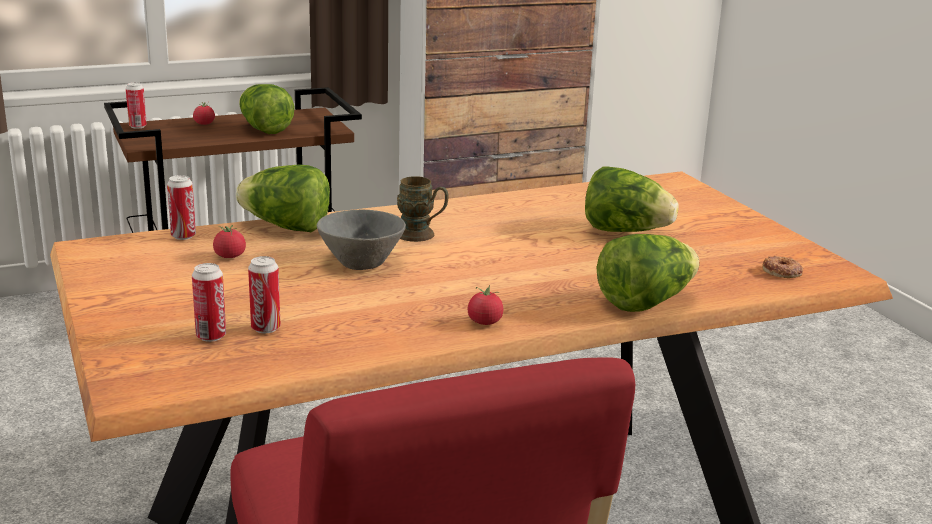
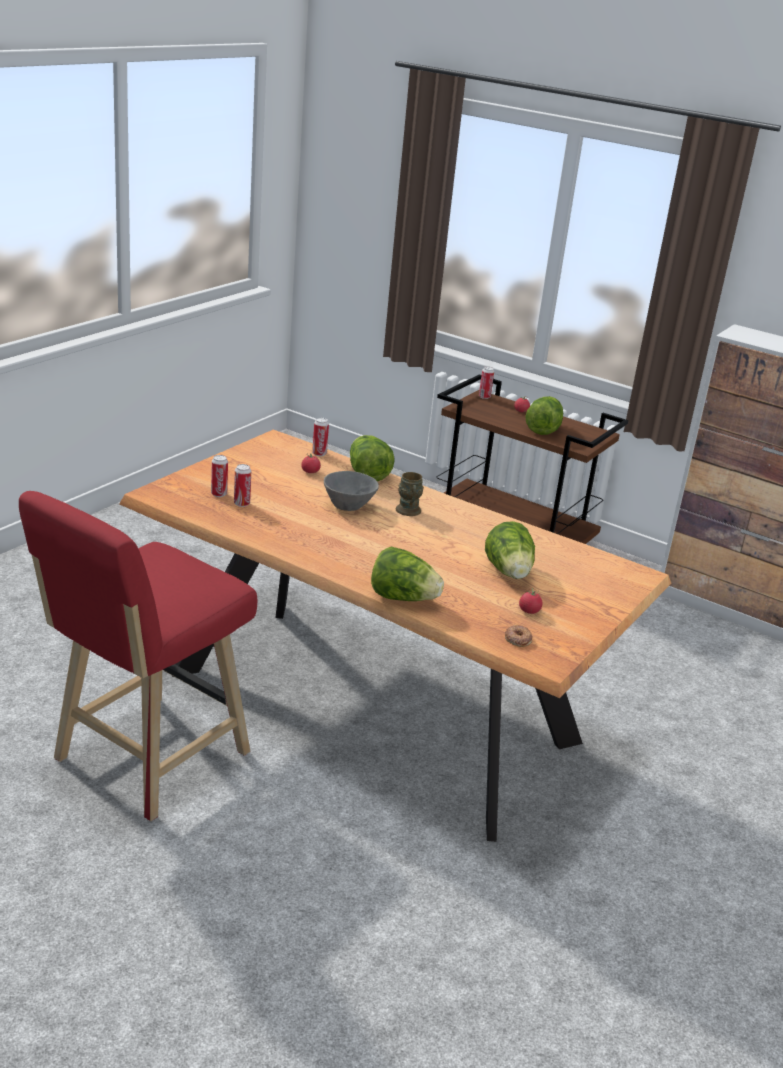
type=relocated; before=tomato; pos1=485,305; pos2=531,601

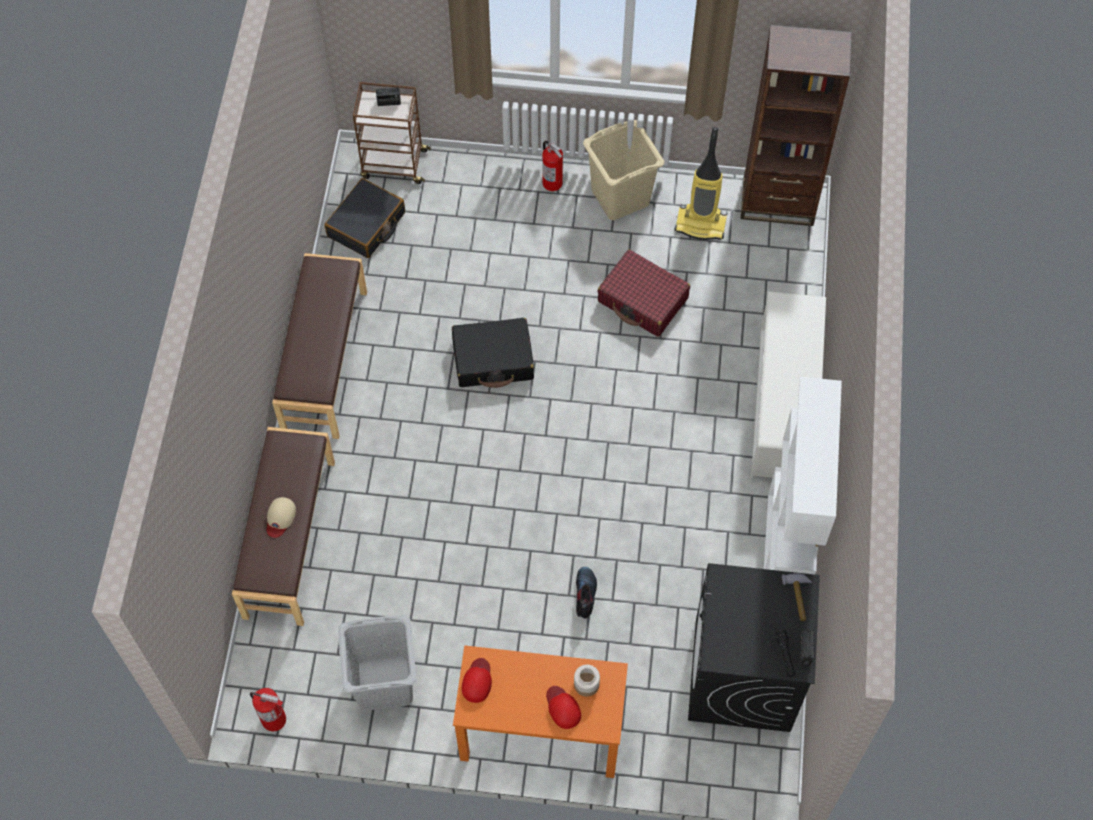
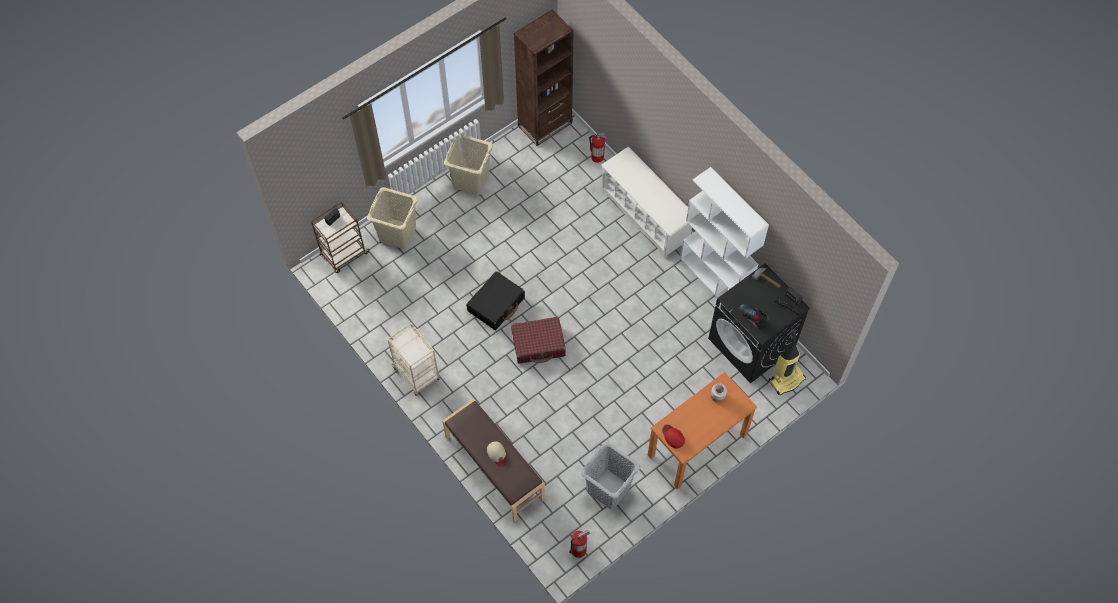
type=appeared; after=beige laundry basket; pos2=392,218
type=exchanged; before=brown bench; after=beige cart; pos1=319,346; pos2=414,359
type=relocated; before=red suitcase; pos1=643,293; pos2=538,340
type=relocated; before=fire extinguisher; pos1=553,166; pos2=598,148
type=relocated; before=boot; pos1=586,593; pos2=755,317
type=relocated; before=vacuum cleaner; pos1=700,183; pos2=787,362
type=missing; before=black suitcase; pos1=364,218
type=missing; before=red cap; pos1=563,707

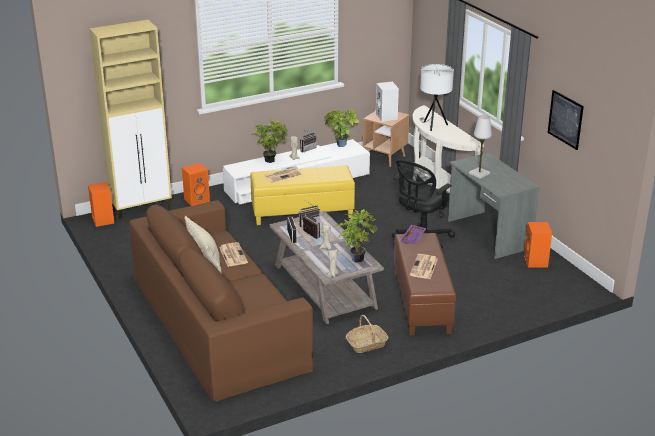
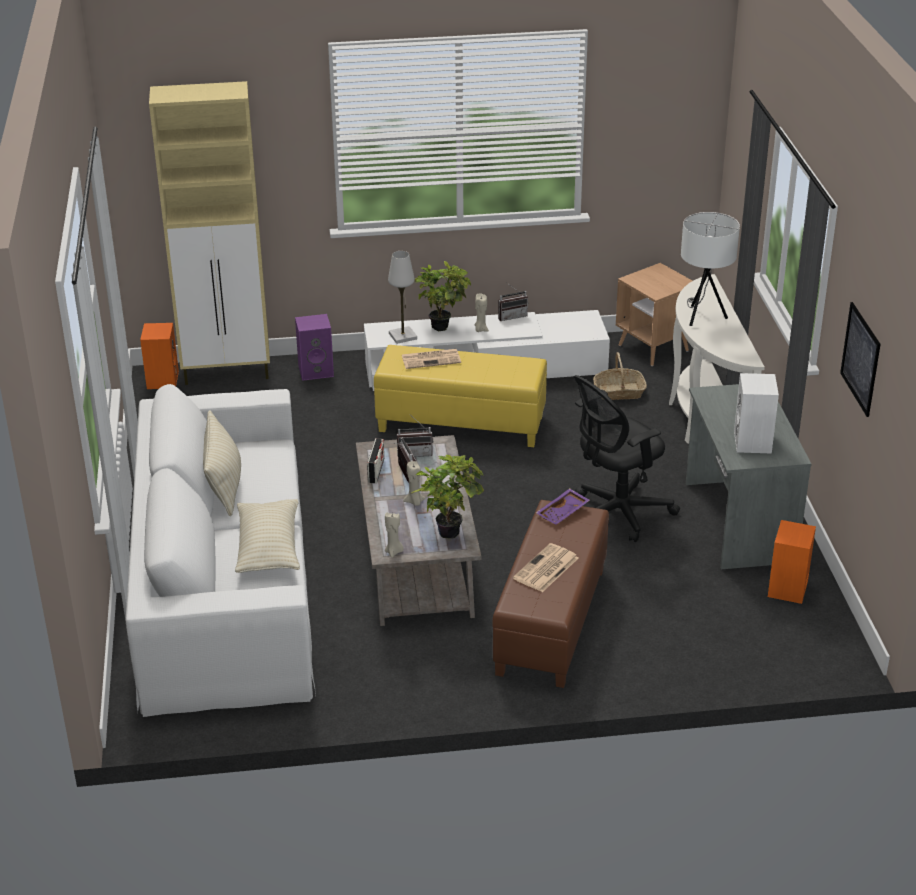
type=colour; before=brown sofa; after=white sofa; pos1=221,301; pos2=221,550
type=appeared; after=beige pillow; pos2=267,536
type=colour; before=orange speaker; after=purple speaker; pos1=196,184; pos2=314,347
type=relocated; before=white table lamp; pos1=480,147; pos2=402,297
type=relocated; before=basket; pos1=367,334; pos2=620,376
type=relocated; before=white speaker; pos1=387,102; pos2=756,413
type=missing; before=newspaper; pos1=233,254
type=missing; before=potted plant; pos1=341,128

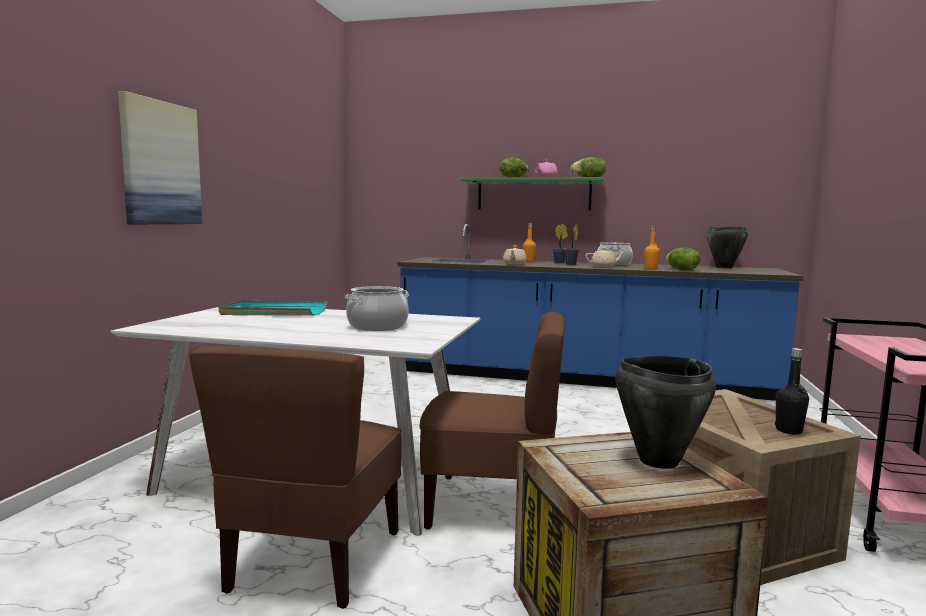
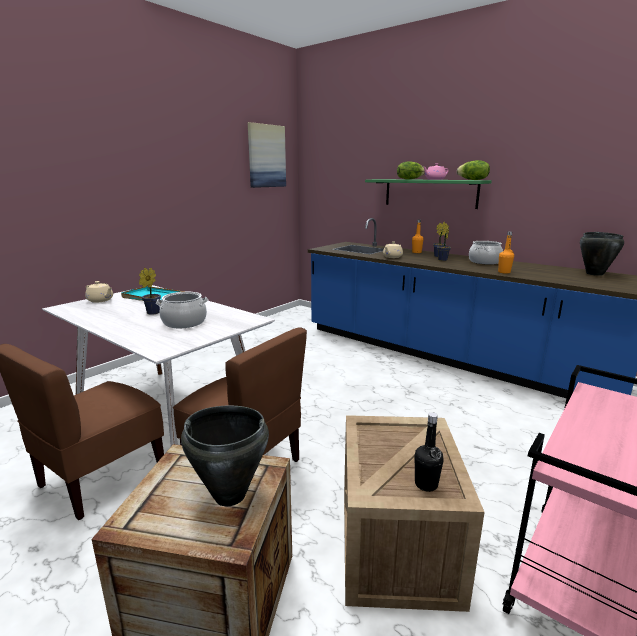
type=relocated; before=beige teapot; pos1=605,257; pos2=99,292
type=appeared; after=potted plant; pos2=150,291
type=relocated; before=picture; pos1=160,157; pos2=267,155
type=missing; before=lettuce; pos1=683,259

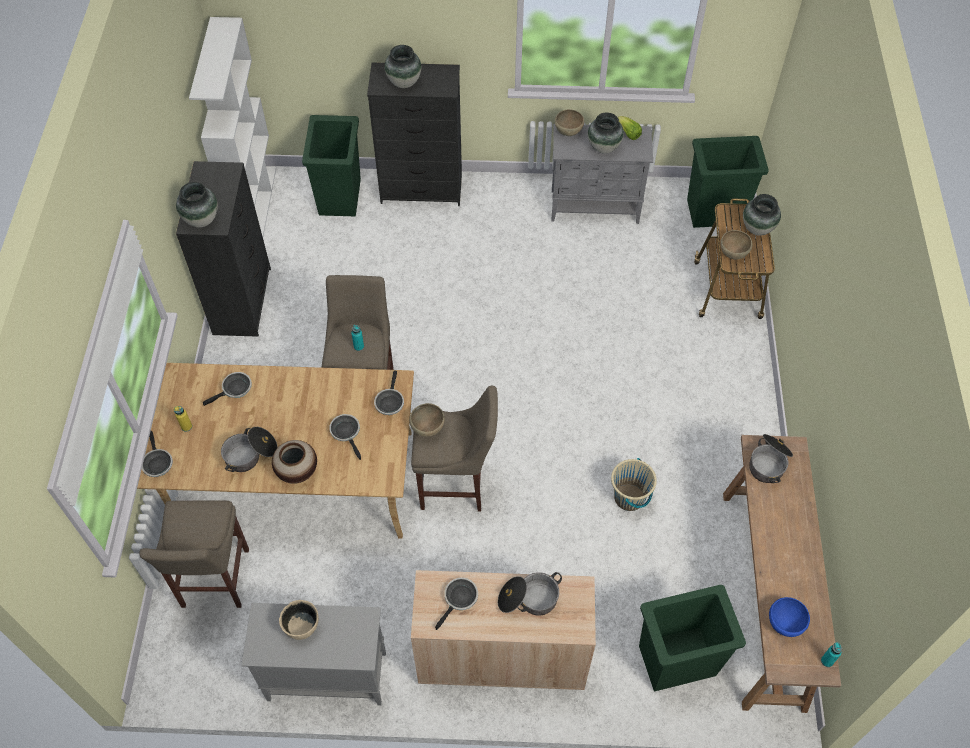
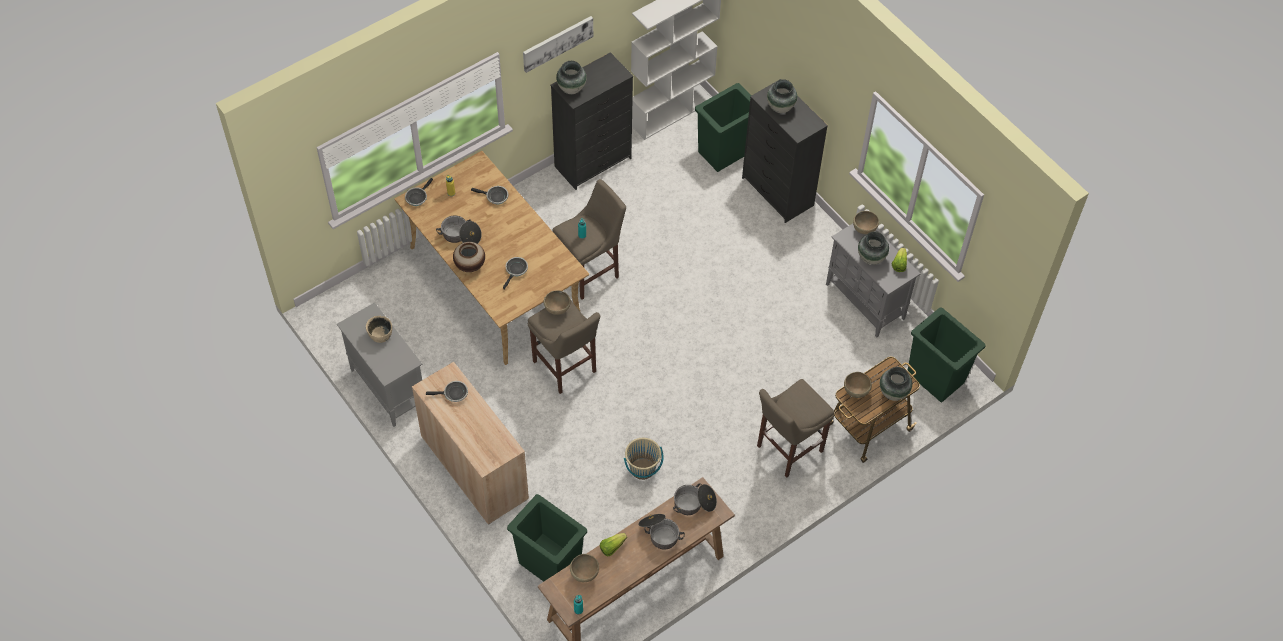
type=appeared; after=picture; pos2=558,44
type=colour; before=blue bowl; after=brown bowl; pos1=789,617; pos2=584,568
type=appeared; after=lettuce; pos2=613,545
type=relocated; before=cooking pot; pos1=530,594; pos2=661,532
type=relocated; before=beige stool; pos1=194,554; pos2=795,428
type=missing; before=frying pan; pos1=389,392

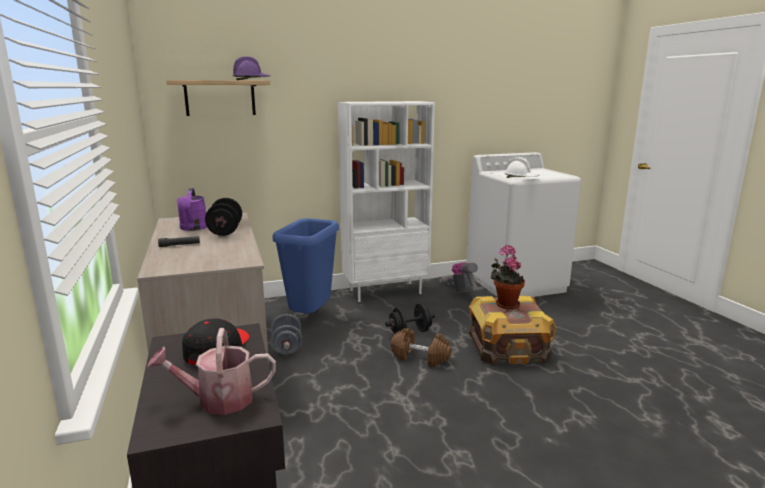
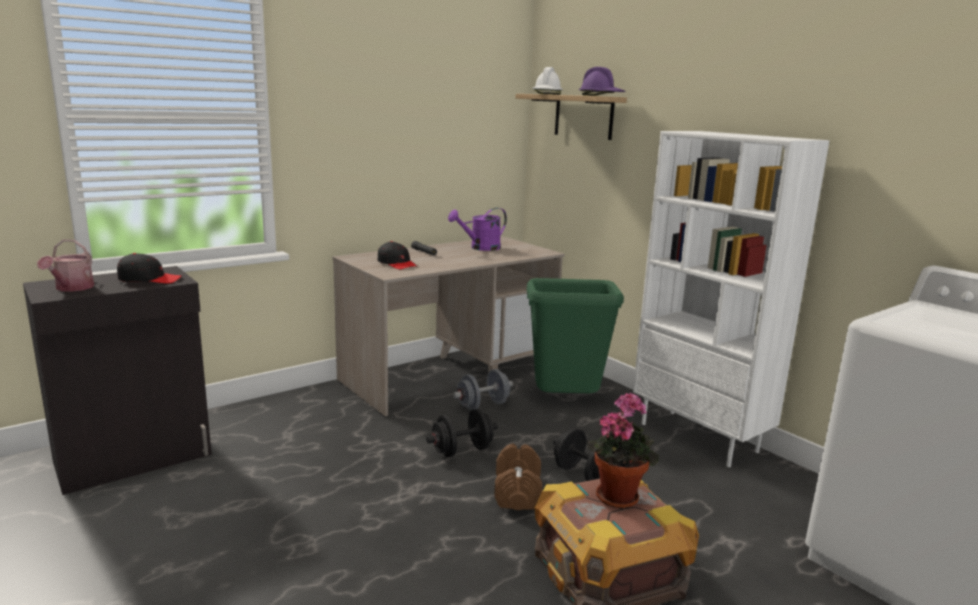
type=spun; before=watering can; pos1=211,371; pos2=65,265; turn=-150
type=appeared; after=black cap; pos2=397,255
type=relocated; before=black dumbbell; pos1=223,217; pos2=462,433
type=colour; before=blue trash can; after=green trash can; pos1=306,266; pos2=575,335
type=relocated; before=white hard hat; pos1=521,167; pos2=547,81
type=missing; before=vacuum cleaner; pos1=461,278

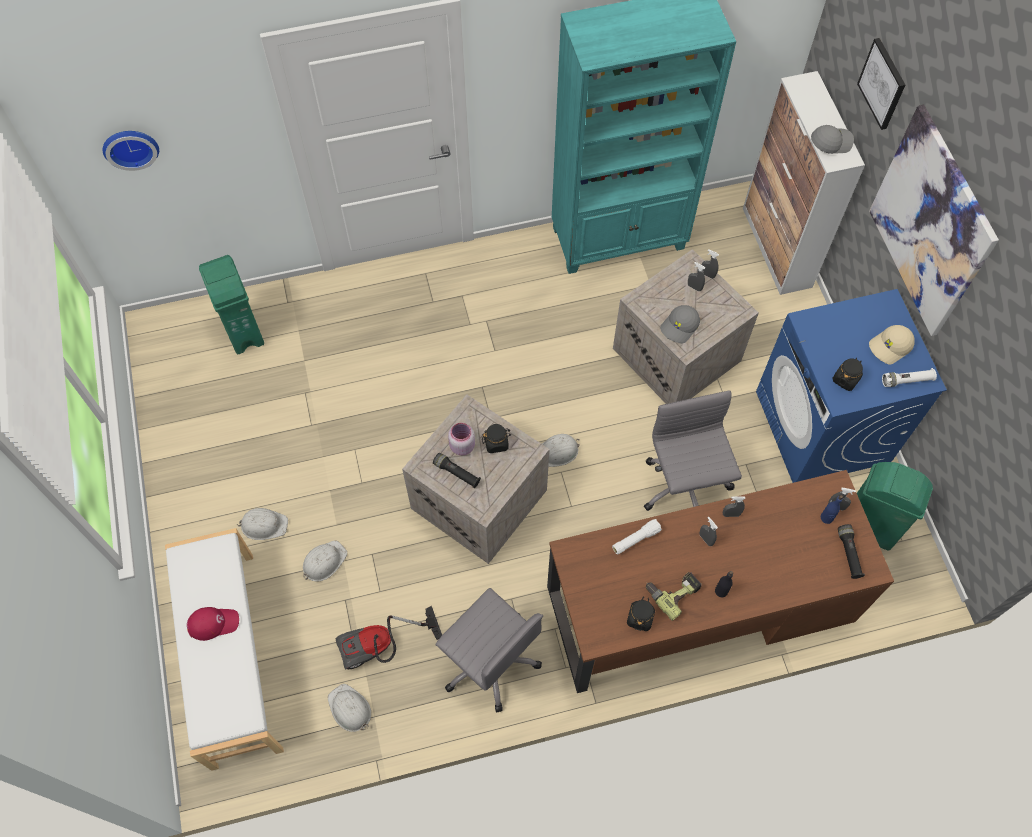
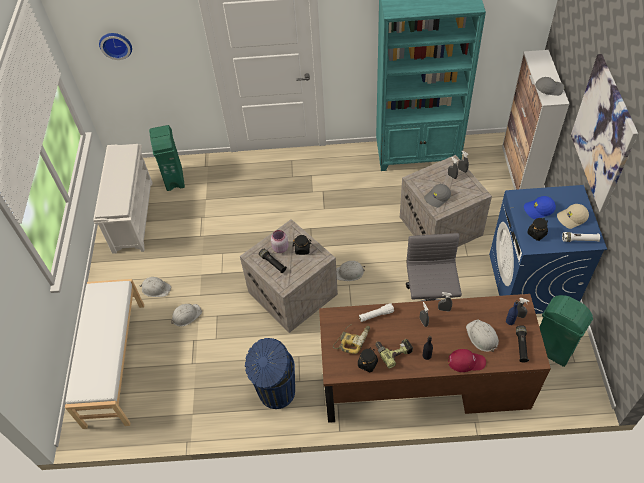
type=appeared; after=white shoe rack; pos2=122,199
type=exchanged; before=grey office chair; after=blue trash can; pos1=489,650; pos2=270,373
type=appeared; after=power drill; pos2=351,339
type=relocated; before=red cap; pos1=213,624; pos2=467,360
type=relocated; before=white hard hat; pos1=349,708; pos2=482,336
type=appeared; after=blue cap; pos2=540,207
type=missing; before=vacuum cleaner; pos1=389,638
type=missing; before=picture; pos1=881,84

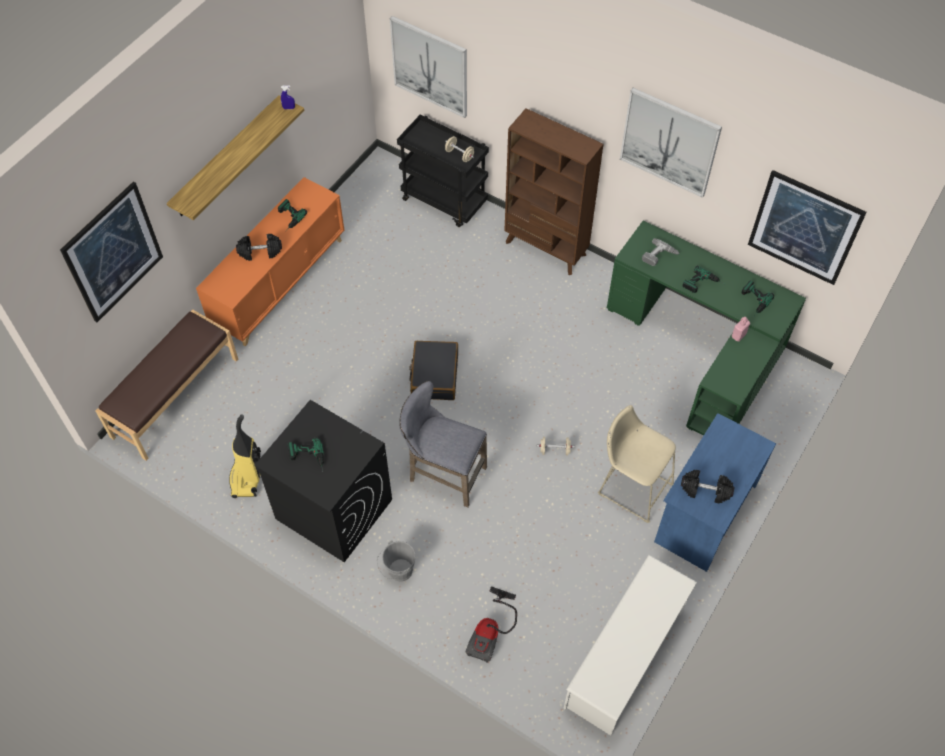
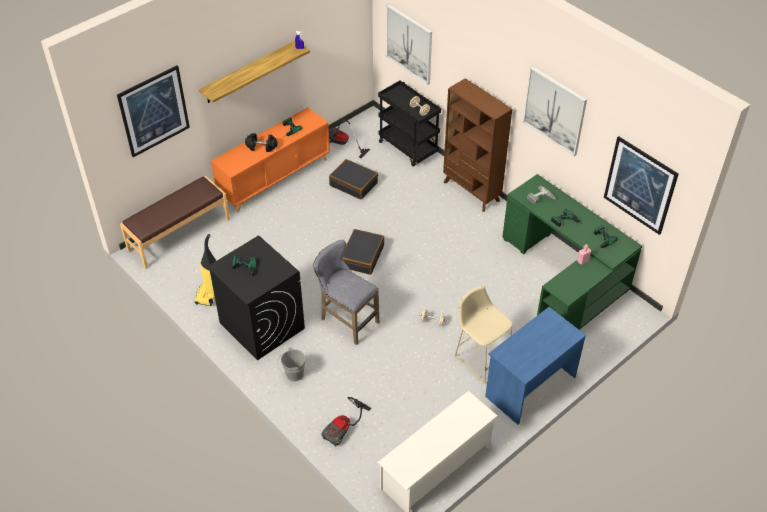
type=appeared; after=vacuum cleaner; pos2=349,139
type=appeared; after=black suitcase; pos2=353,179
type=missing; before=black dumbbell; pos1=707,486

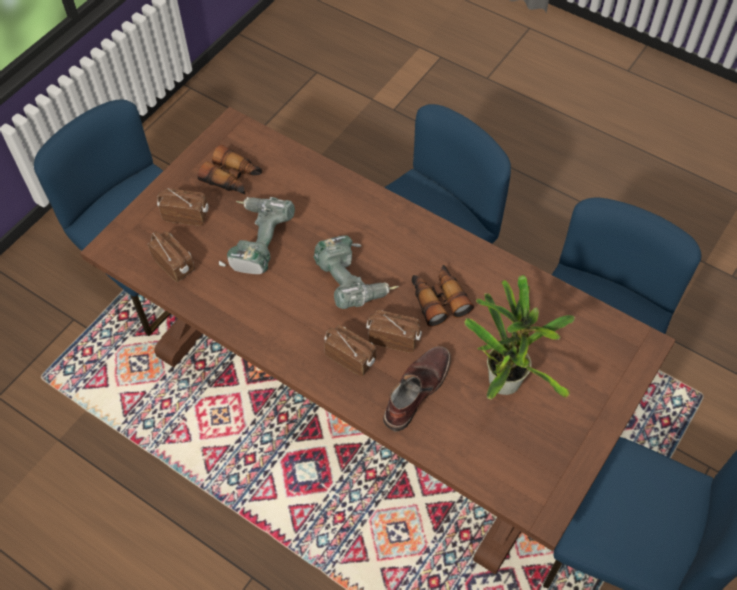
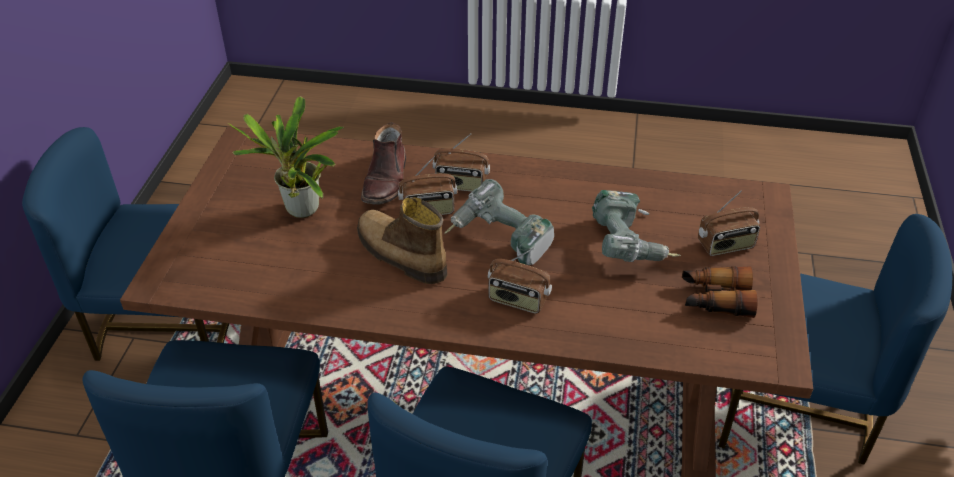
type=exchanged; before=binoculars; after=boot; pos1=443,296; pos2=402,240
type=relocated; before=radio; pos1=171,256; pos2=520,281

